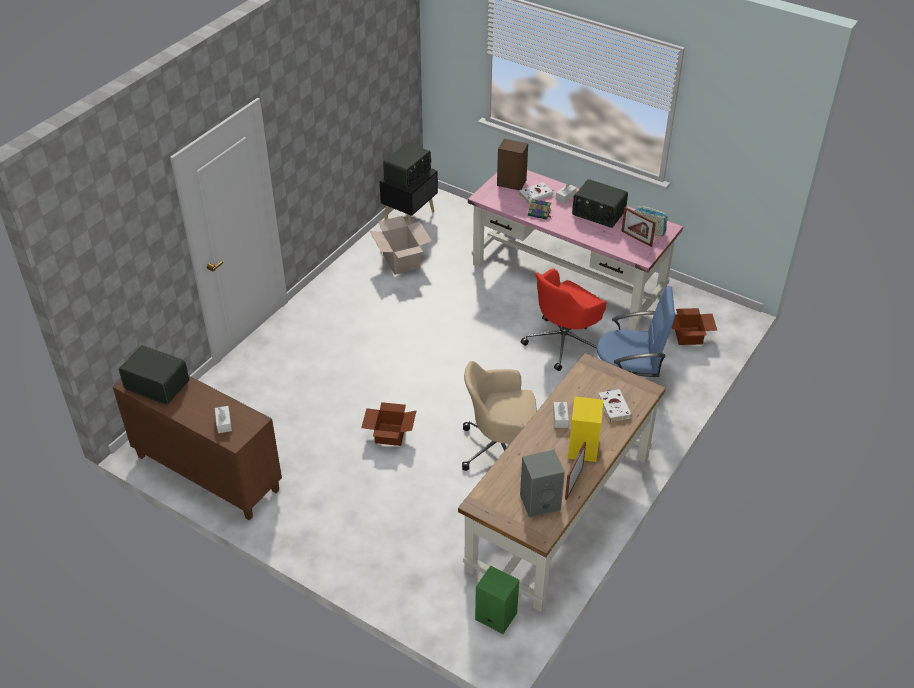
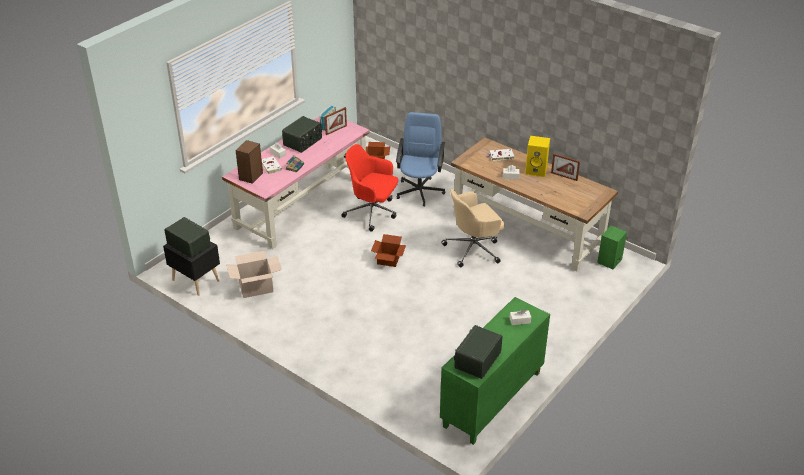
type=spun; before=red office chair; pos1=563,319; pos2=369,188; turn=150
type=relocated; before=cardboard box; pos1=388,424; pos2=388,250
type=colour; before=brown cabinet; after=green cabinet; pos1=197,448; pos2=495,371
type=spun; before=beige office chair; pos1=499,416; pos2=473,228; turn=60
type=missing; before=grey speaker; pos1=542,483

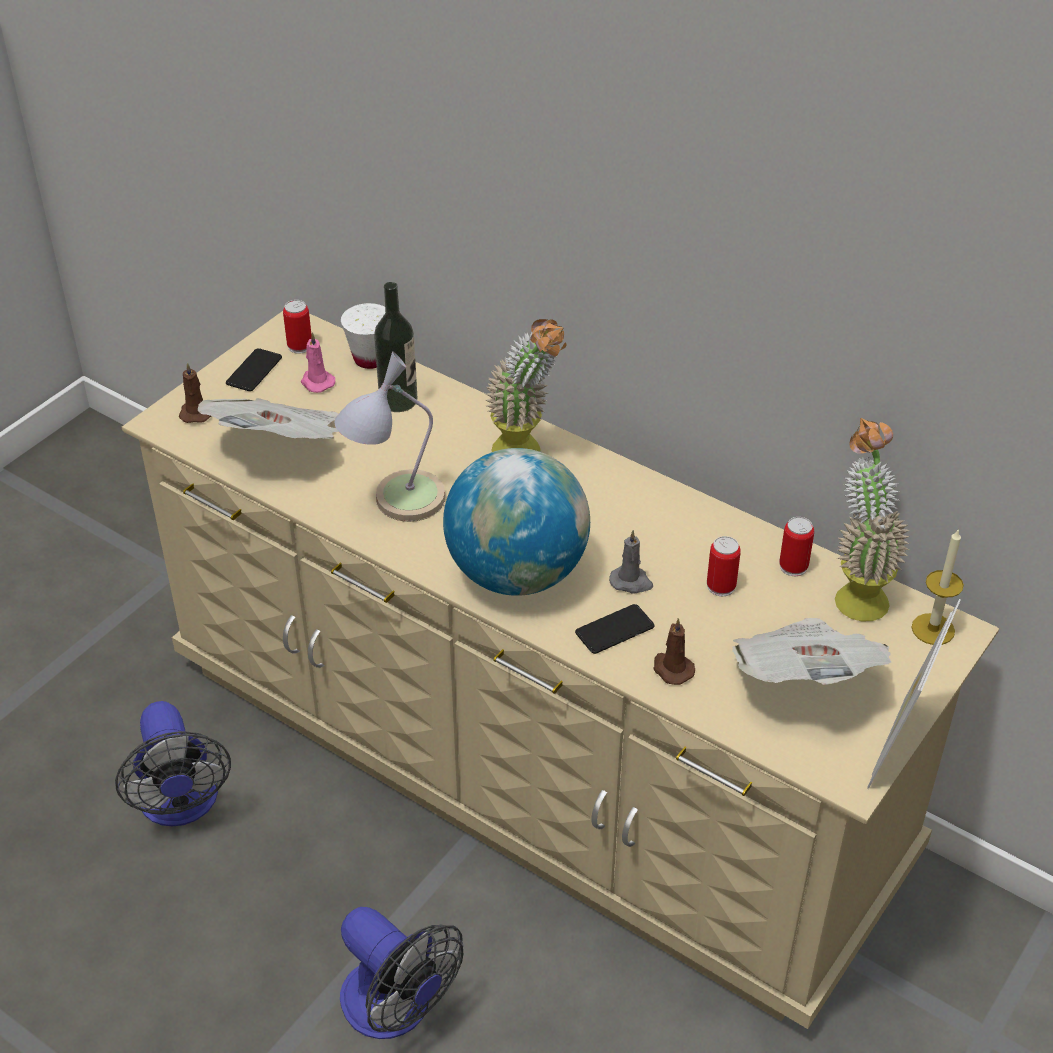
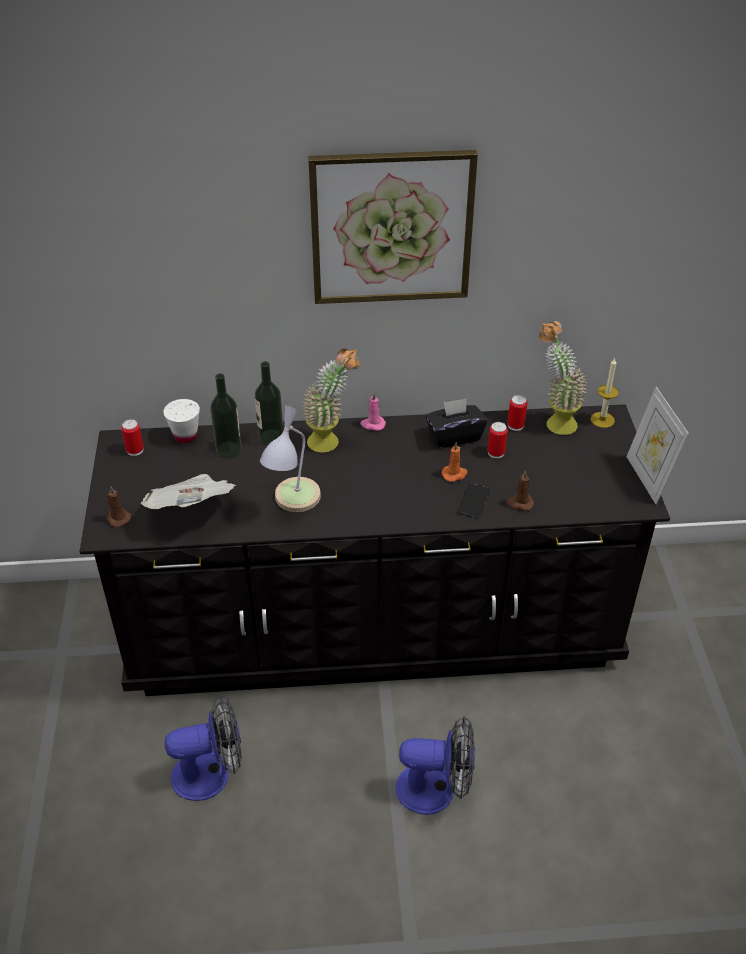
type=colour; before=beige dresser; after=black dresser; pos1=560,670; pos2=375,550
type=spun; before=fan; pos1=173,763; pos2=203,747; turn=-45
type=appeared; after=bottle; pos2=269,403
type=appeared; after=picture; pos2=393,227
type=relocated; before=pink candle; pos1=318,362; pos2=373,412
type=appeared; after=black tissue box; pos2=456,423
type=colour; before=grey candle; after=orange candle; pos1=631,562; pos2=454,462
type=missing; before=phone; pos1=254,369
type=missing; before=globe; pos1=516,522
type=missing; before=newspaper; pos1=812,651

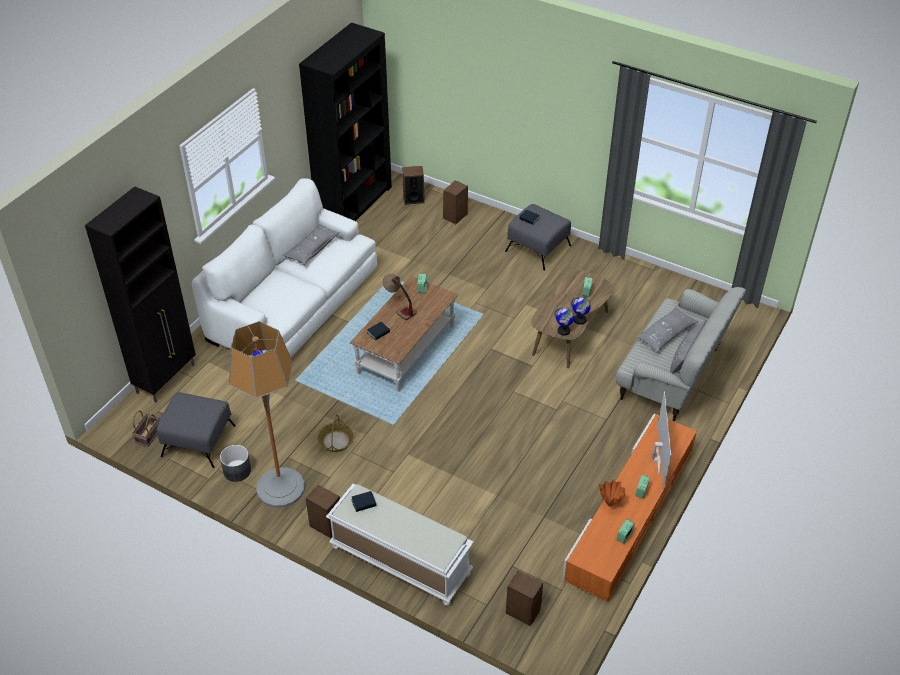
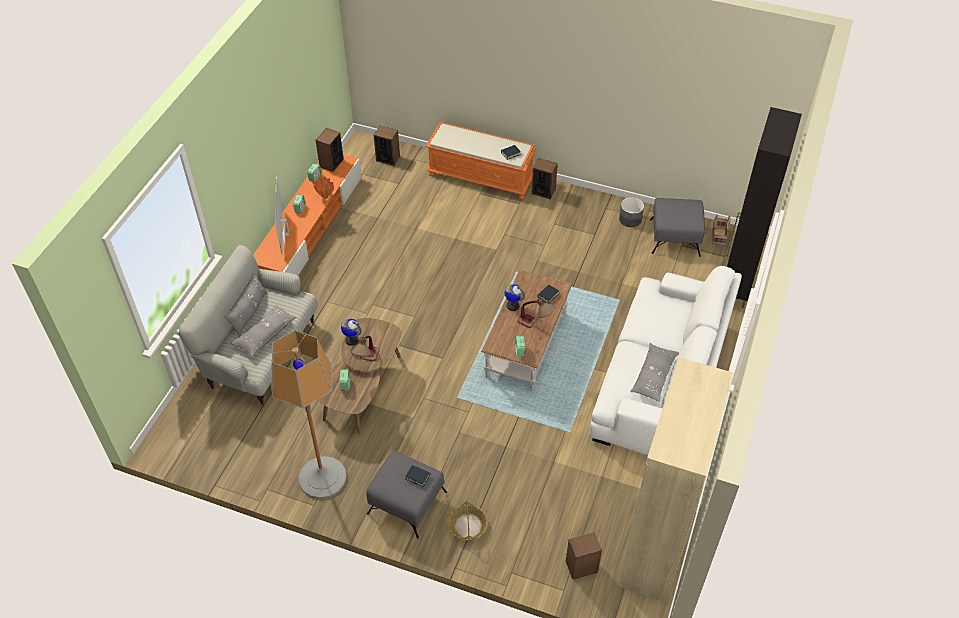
type=relocated; before=floor lamp; pos1=267,414; pos2=309,414
type=relocated; before=speaker; pos1=455,202; pos2=329,150
type=appeared; after=table lamp; pos2=365,348
type=colour; before=white bench; after=orange bench; pos1=400,545; pos2=481,160
type=relocated; before=basket; pos1=336,433; pos2=468,519
type=relocated; before=globe; pos1=564,321; pos2=515,297
type=colour; before=black bookcase; after=beige bookcase; pos1=345,121; pos2=676,480

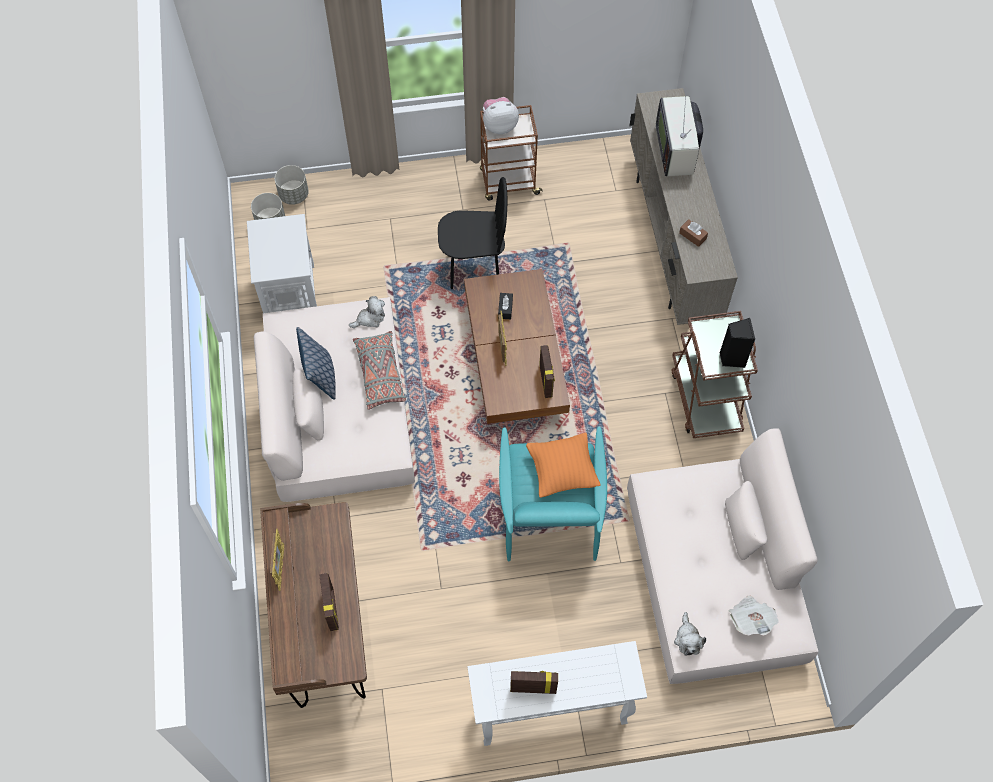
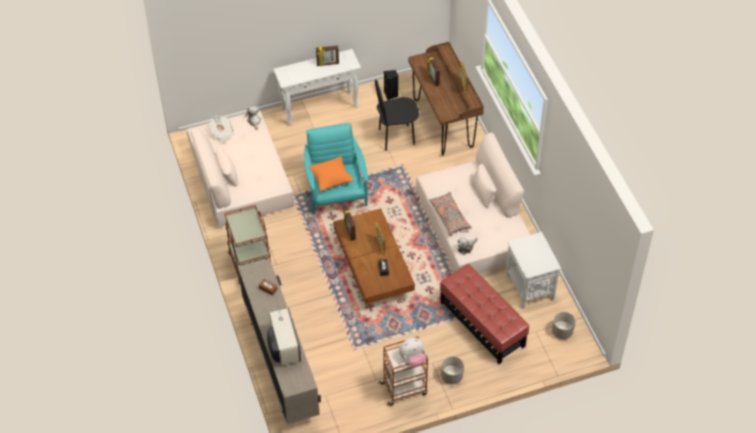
type=relocated; before=black chair; pos1=472,233; pos2=397,115
type=relocated; before=black speaker; pos1=737,343; pos2=391,85
type=appeared; after=red ottoman; pos2=484,314
type=relocated; before=grey planter; pos1=292,185; pos2=452,370
type=missing; before=pillow; pos1=316,363

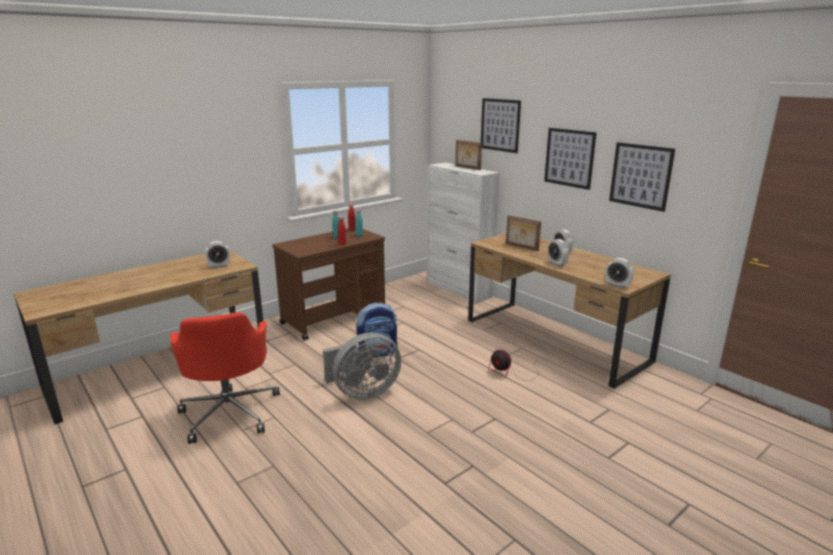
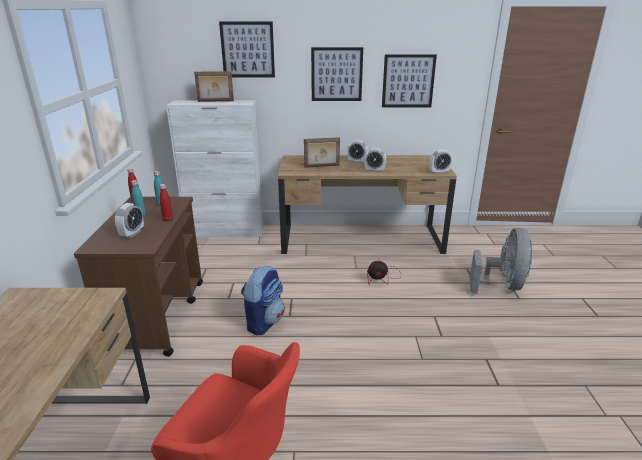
type=relocated; before=alarm clock; pos1=217,254; pos2=129,220
type=relocated; before=grey fan; pos1=362,366; pos2=501,261

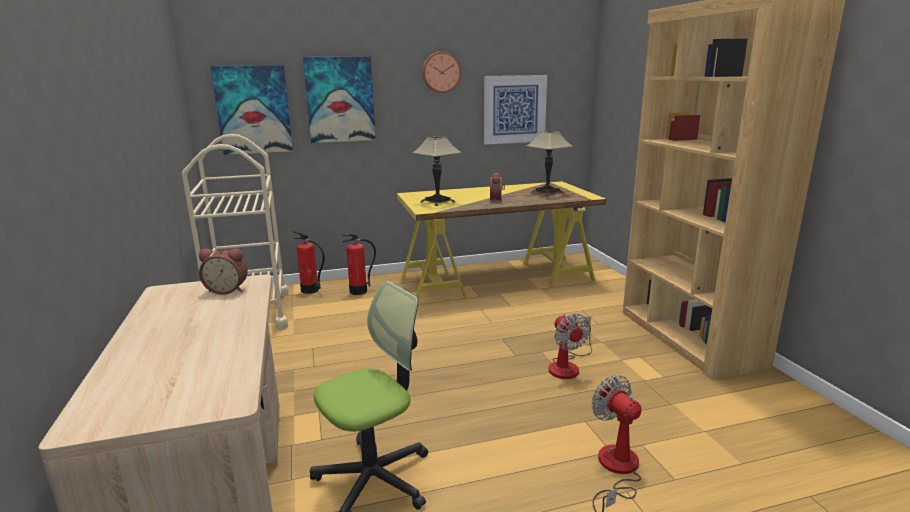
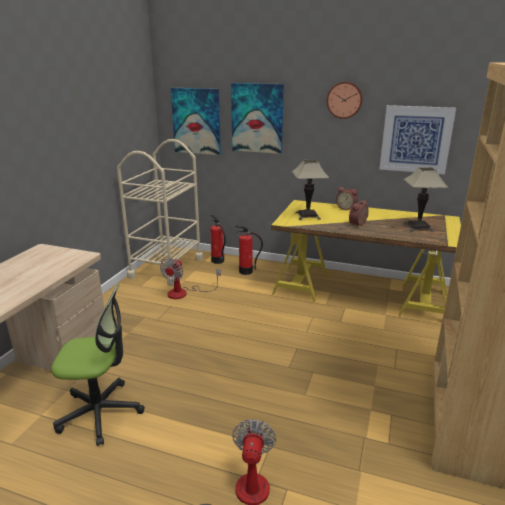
type=relocated; before=fan; pos1=570,346; pos2=190,278
type=relocated; before=alarm clock; pos1=223,271; pos2=347,198

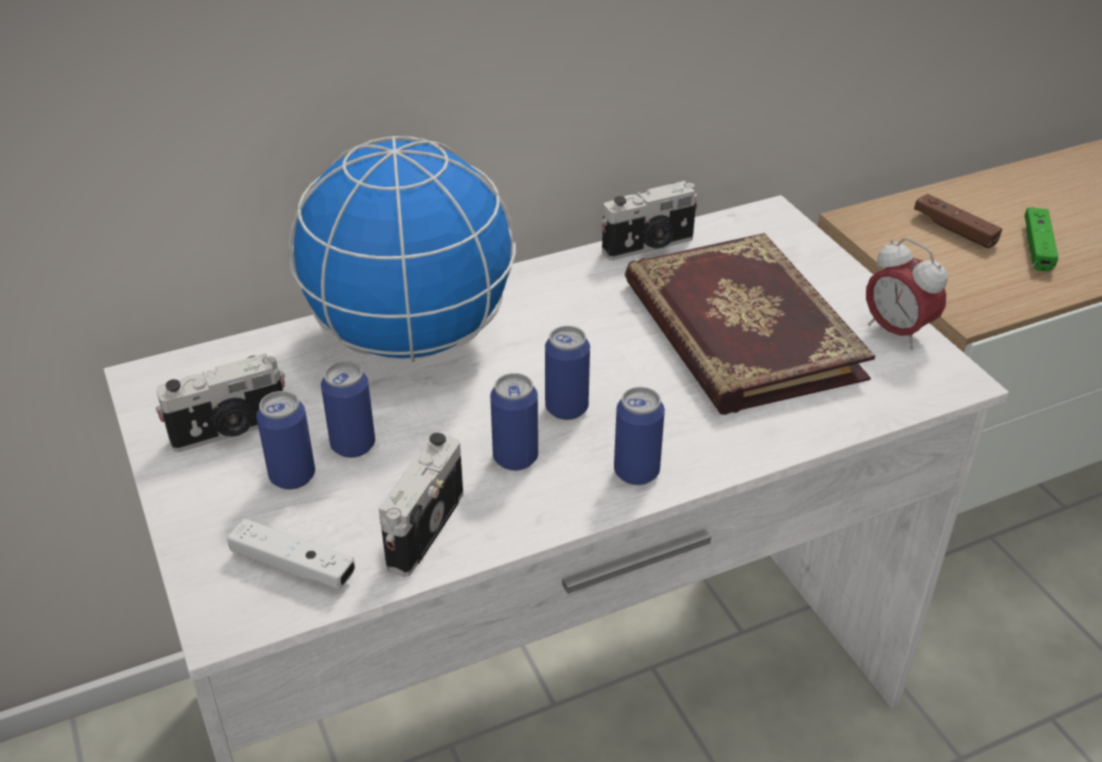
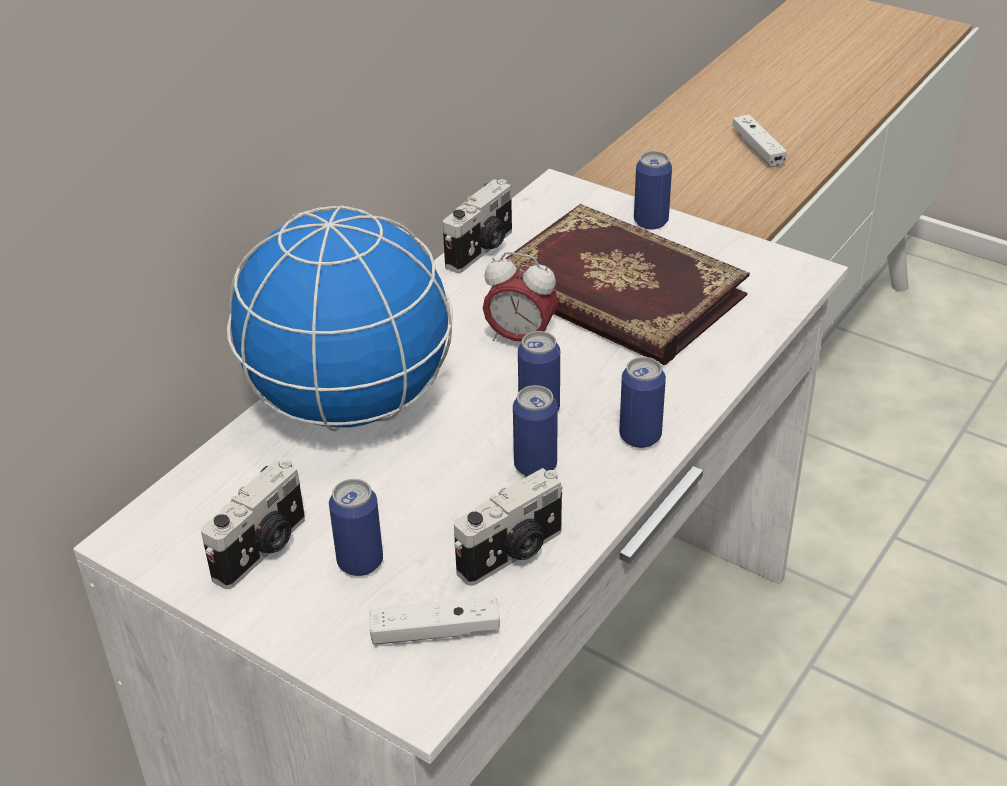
type=spun; before=photo camera; pos1=421,505; pos2=508,527; turn=-120
type=relocated; before=alarm clock; pos1=907,294; pos2=520,296
type=relocated; before=can; pos1=348,409; pos2=653,190
type=colour; before=green game controller; after=white game controller; pos1=1041,239; pos2=759,141
type=missing; before=brown game controller; pos1=958,221

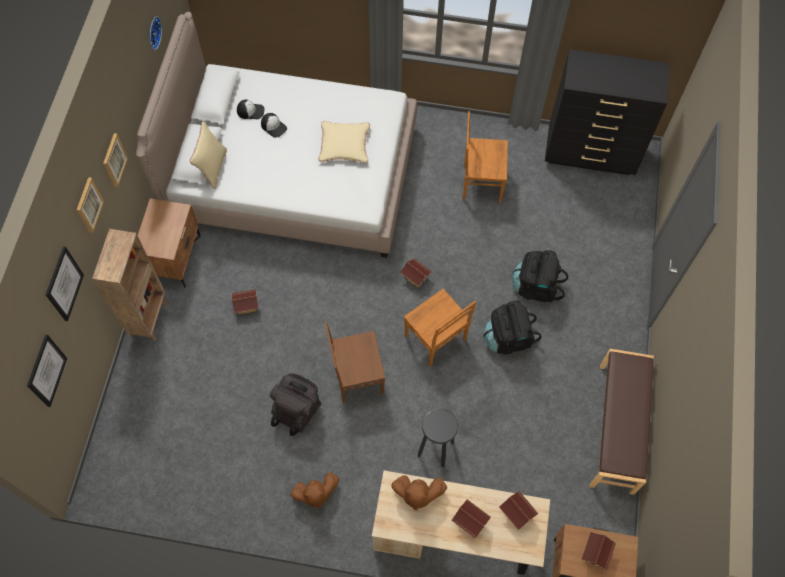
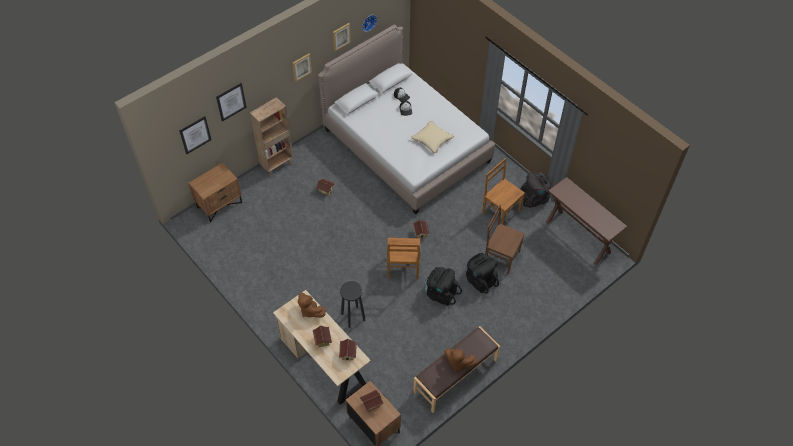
type=relocated; before=brown nightstand; pos1=169,243; pos2=215,193
type=relocated; before=picture; pos1=90,205; pos2=342,37
type=relocated; before=brown plush toy; pos1=314,490; pos2=461,360
type=relocated; before=brown chair; pos1=355,362; pos2=505,239
type=relocated; before=black backpack; pos1=295,404; pos2=536,190
type=exchanged; before=black dresser; after=brown console table; pos1=607,112; pos2=586,221
type=missing; before=beige pillow; pos1=208,155

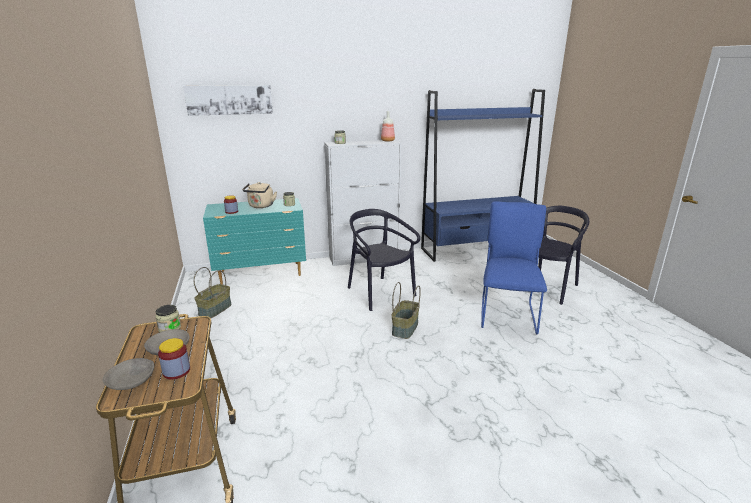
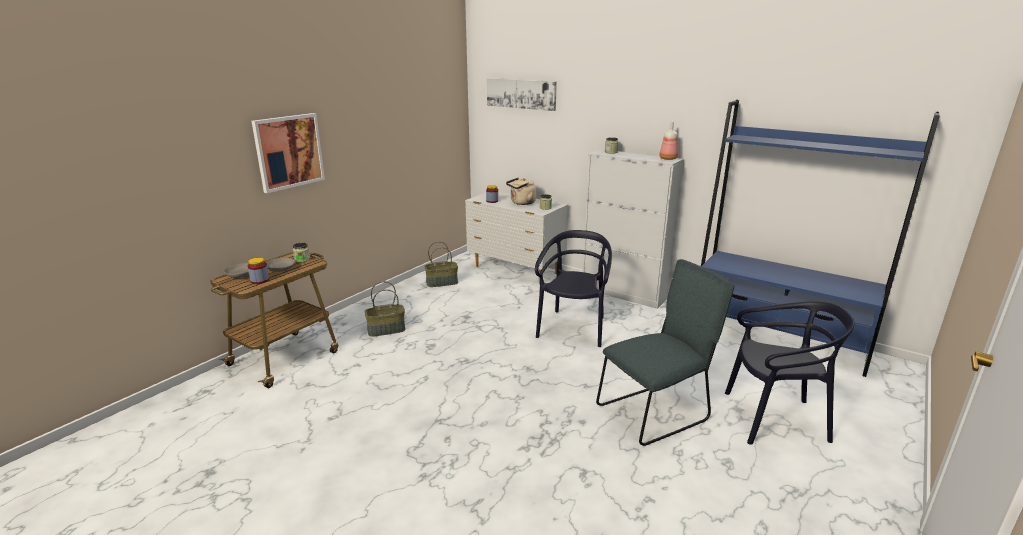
type=appeared; after=picture; pos2=288,153
type=relocated; before=basket; pos1=406,310; pos2=385,309
type=colour; before=turquoise dresser; after=white dresser; pos1=254,241; pos2=516,238
type=colour; before=blue chair; after=grey chair; pos1=514,267; pos2=665,352

